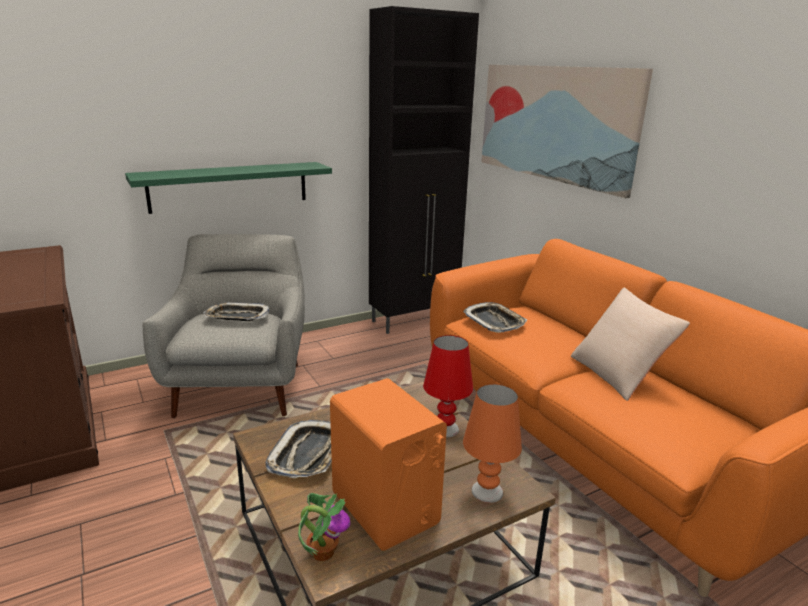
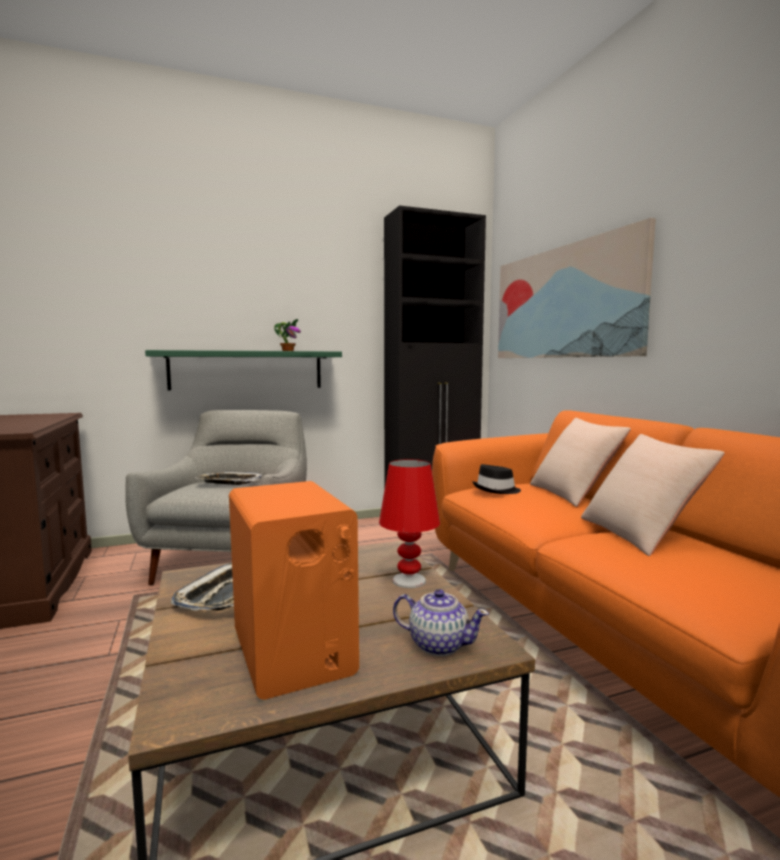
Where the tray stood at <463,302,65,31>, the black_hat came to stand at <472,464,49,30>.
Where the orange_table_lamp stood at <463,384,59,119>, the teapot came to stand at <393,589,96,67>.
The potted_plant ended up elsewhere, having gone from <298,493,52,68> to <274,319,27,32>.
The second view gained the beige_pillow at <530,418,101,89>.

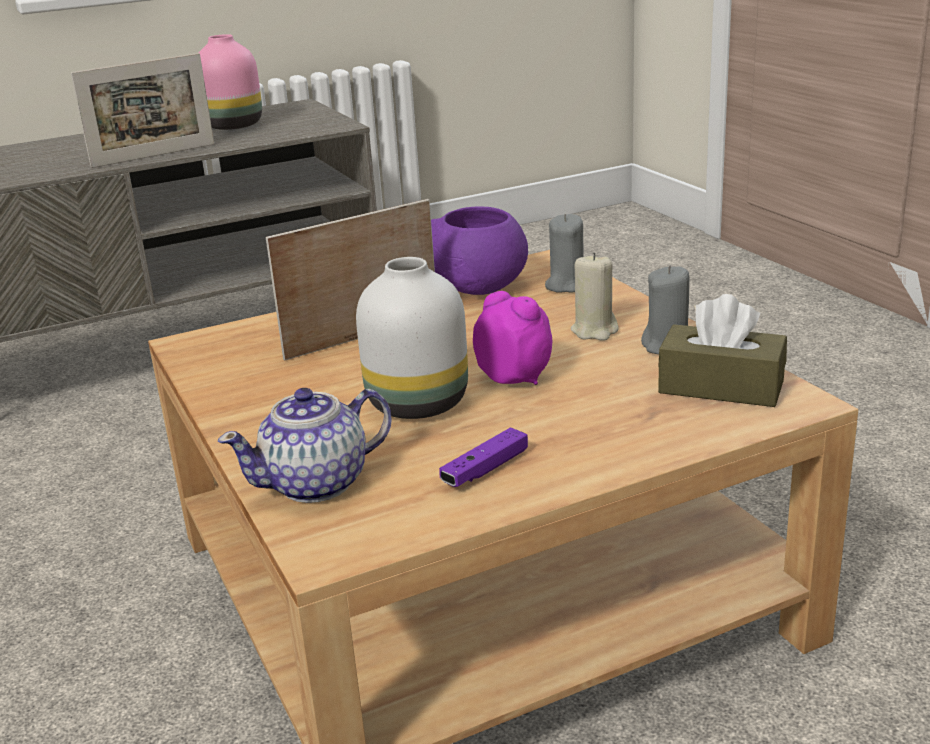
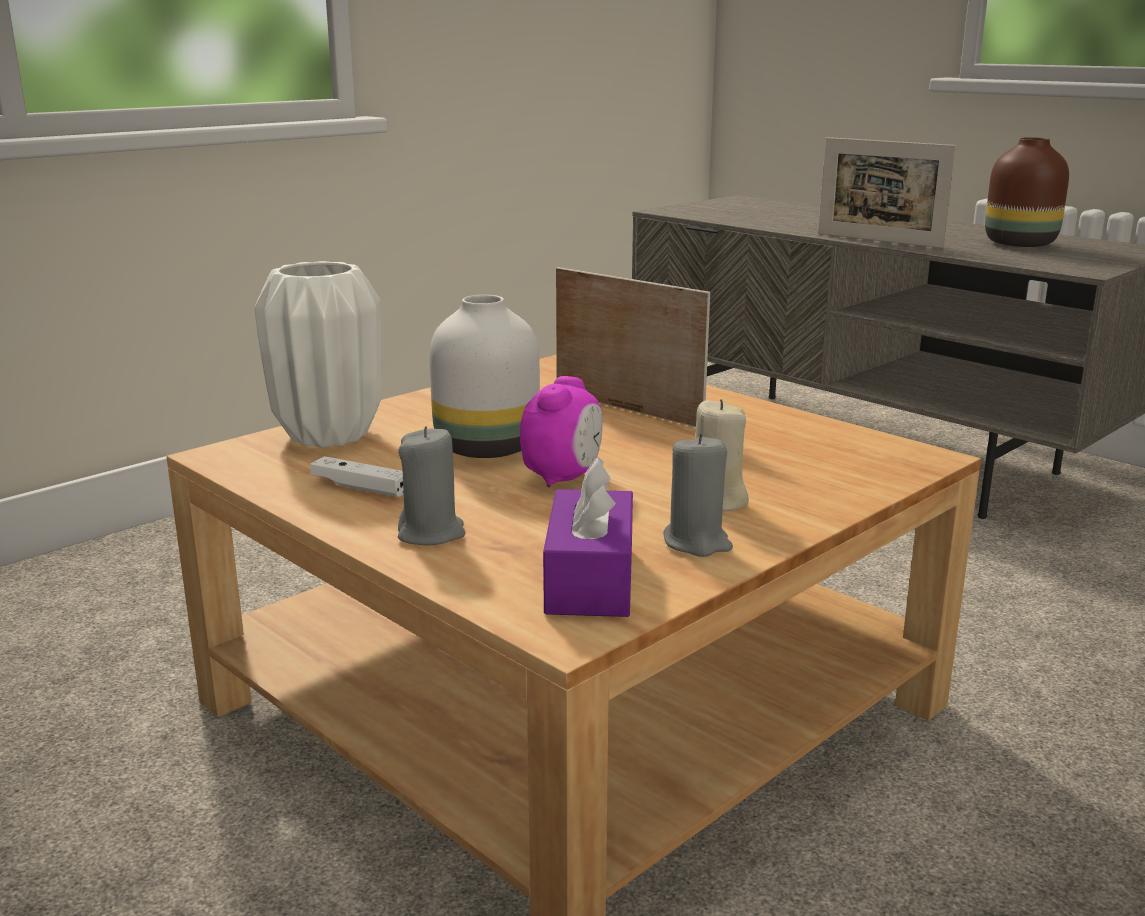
What was the pink_vase at <199,34,63,96> turned into the brown_vase at <985,137,84,110>.
The second view lost the purple_bowl at <431,207,97,88>.
The grey_candle ended up elsewhere, having gone from <545,214,39,79> to <398,426,68,119>.
What was the brown_tissue_box at <658,294,129,113> turned into the purple_tissue_box at <543,457,90,160>.
Where the teapot stood at <218,388,174,115>, the white_vase came to stand at <255,261,127,187>.
What was the purple_game_controller at <439,427,89,60> turned into the white_game_controller at <310,456,94,41>.

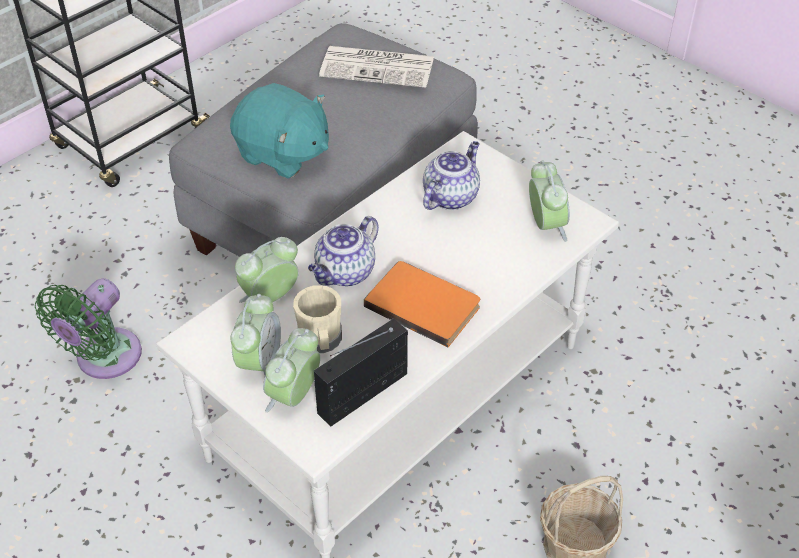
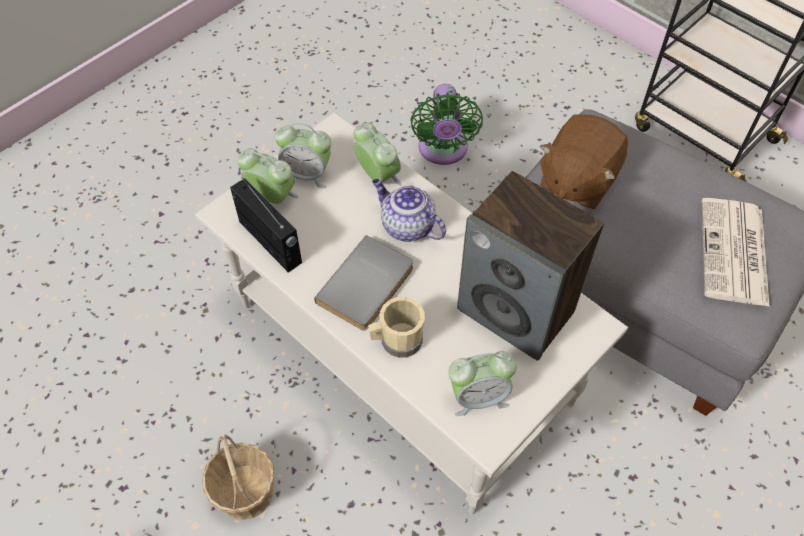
What was the turquoise_plush_toy at <230,83,99,96> turned into the brown_plush_toy at <540,114,88,95>.
Where the teapot stood at <423,141,57,69>, the speaker came to stand at <457,171,147,190>.
What was the orange_book at <364,261,116,86> turned into the grey_book at <314,235,99,95>.
The green_fan at <35,278,107,101> ended up facing another way, 120 degrees counterclockwise from before.
The beige_mug ended up elsewhere, having gone from <293,285,49,68> to <368,297,57,61>.

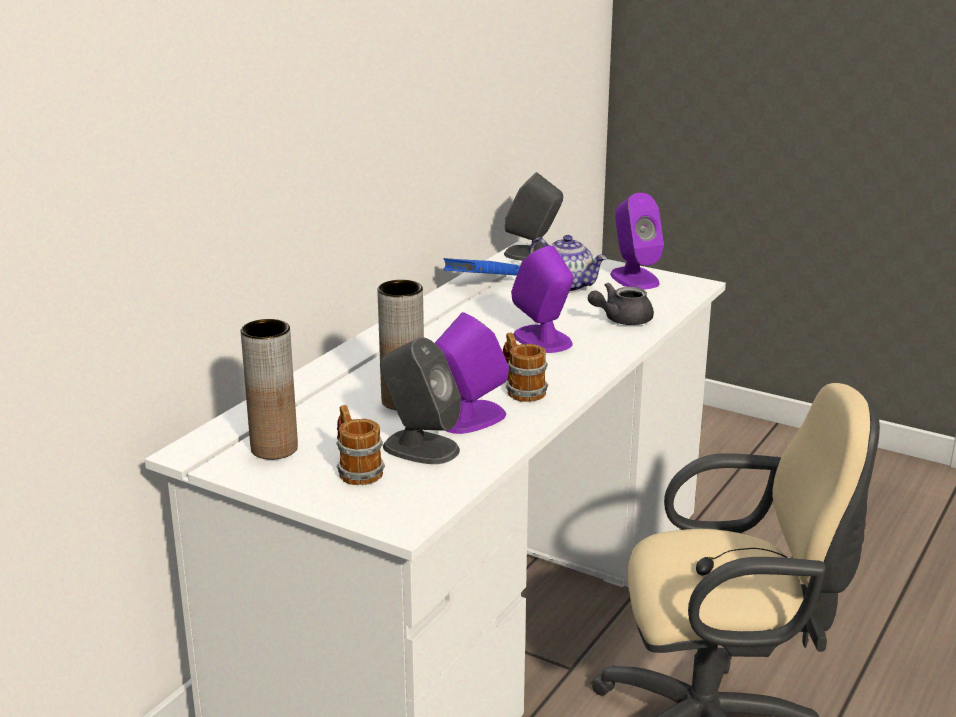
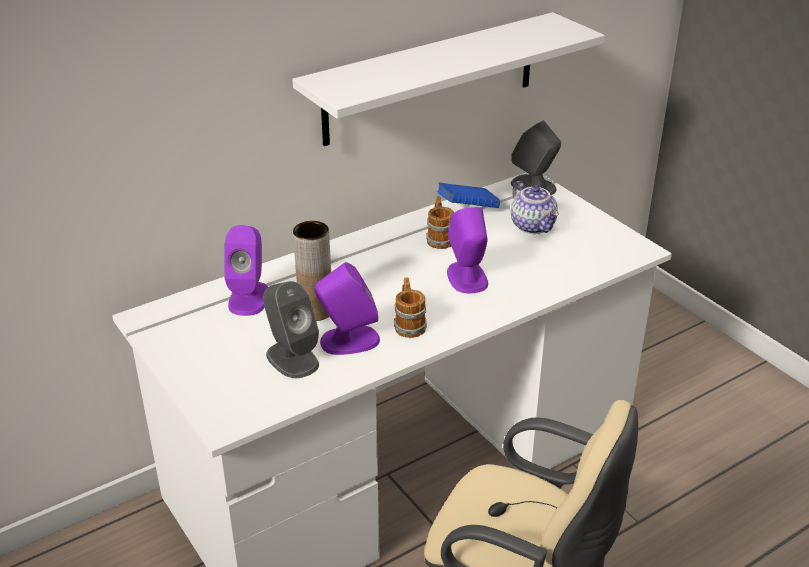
The purple_speaker ended up elsewhere, having gone from <610,193,54,97> to <224,225,44,91>.
The second view lost the grey_teapot at <588,282,66,43>.
The second view lost the brown_vase at <241,319,57,141>.
The mug ended up elsewhere, having gone from <336,405,49,80> to <426,196,28,53>.
The second view gained the white_shelf at <292,12,313,134>.

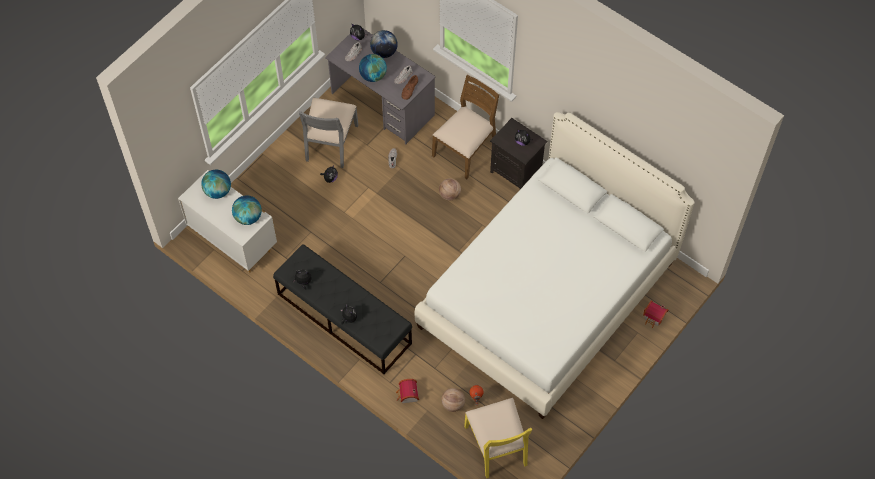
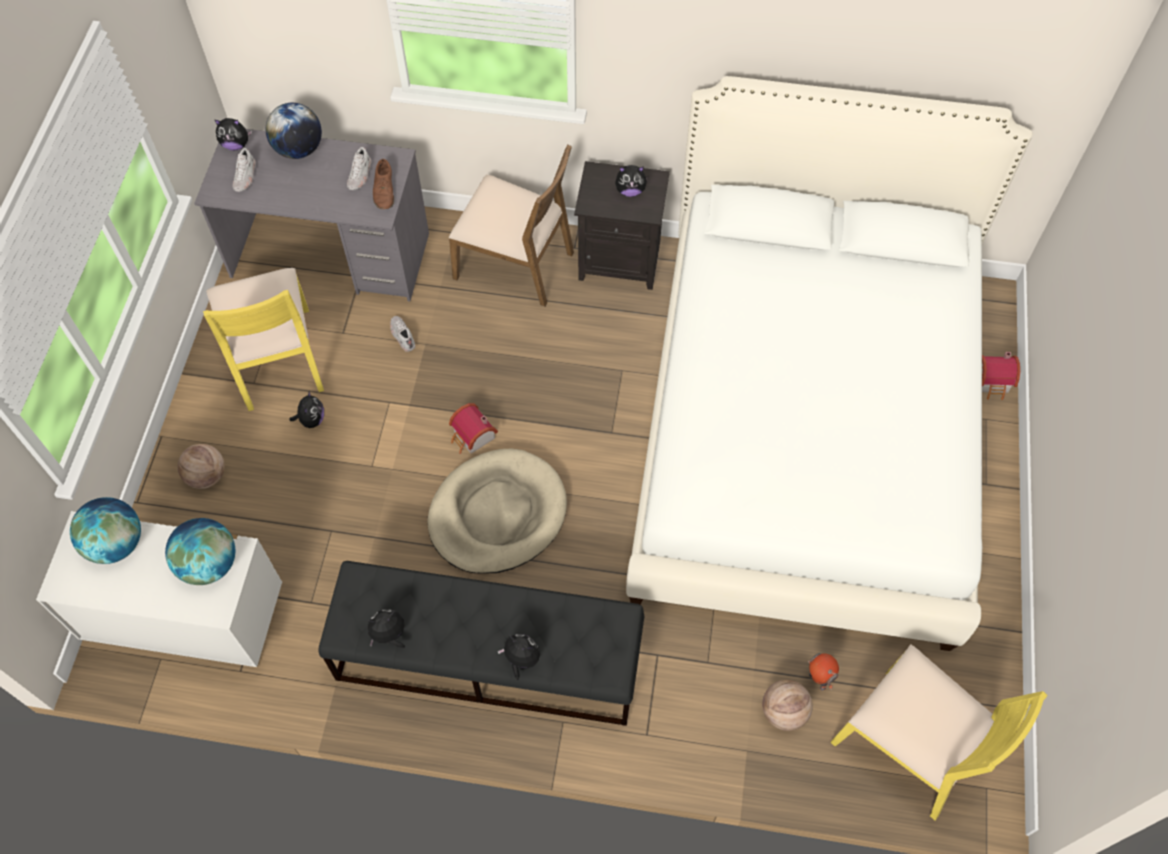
The second view lost the globe at <359,54,28,28>.
The brown_chair at <432,75,67,104> ended up facing another way, 105 degrees clockwise from before.
What was the grey_chair at <299,98,59,70> turned into the yellow_chair at <203,268,121,143>.
The basketball ended up elsewhere, having gone from <439,178,22,22> to <178,444,47,45>.
The toy_house ended up elsewhere, having gone from <396,379,23,24> to <449,403,49,51>.
The second view gained the beige_dog_bed at <427,449,140,125>.

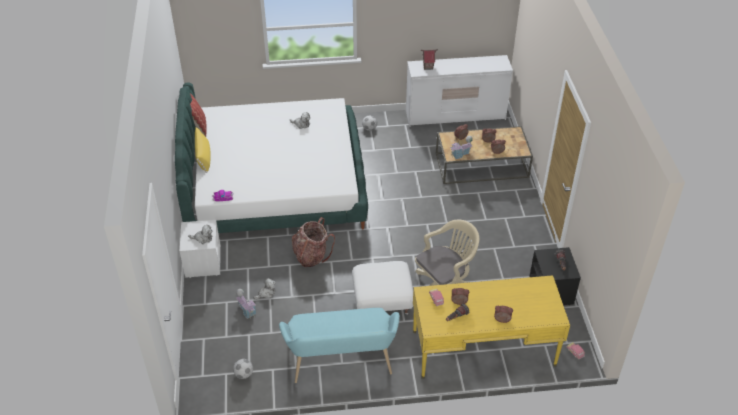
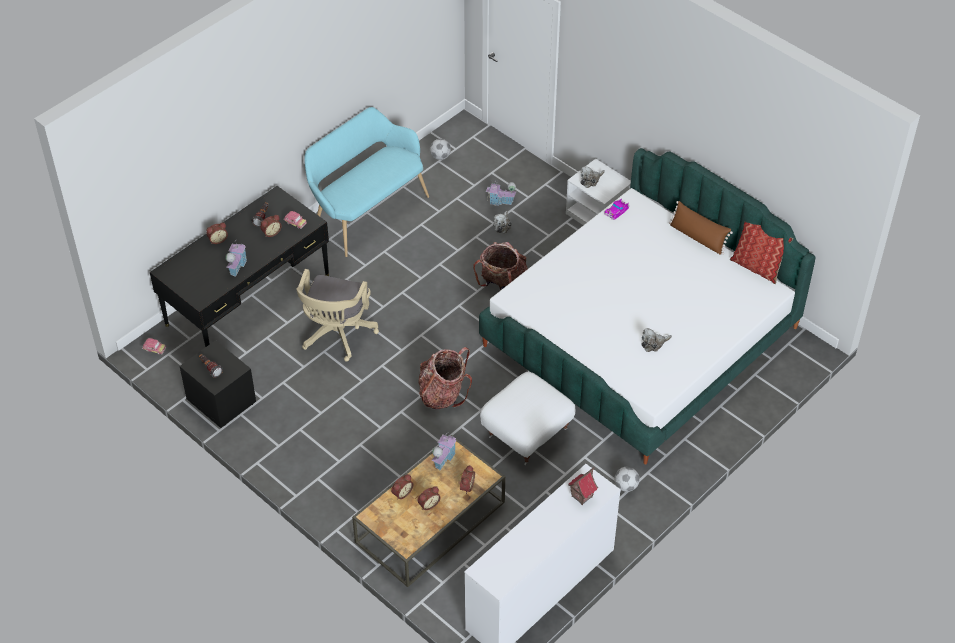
What was the yellow_pillow at <195,127,16,46> turned into the brown_pillow at <669,201,64,54>.
The white_ottoman ended up elsewhere, having gone from <352,261,61,54> to <480,372,95,93>.
What was the yellow_desk at <413,275,157,104> turned into the black_desk at <150,186,179,161>.
The second view gained the toy_house at <225,240,22,37>.
The second view gained the backpack at <418,347,54,62>.

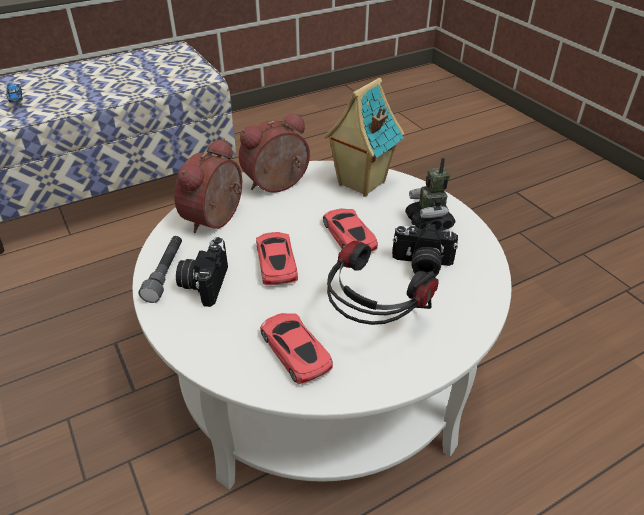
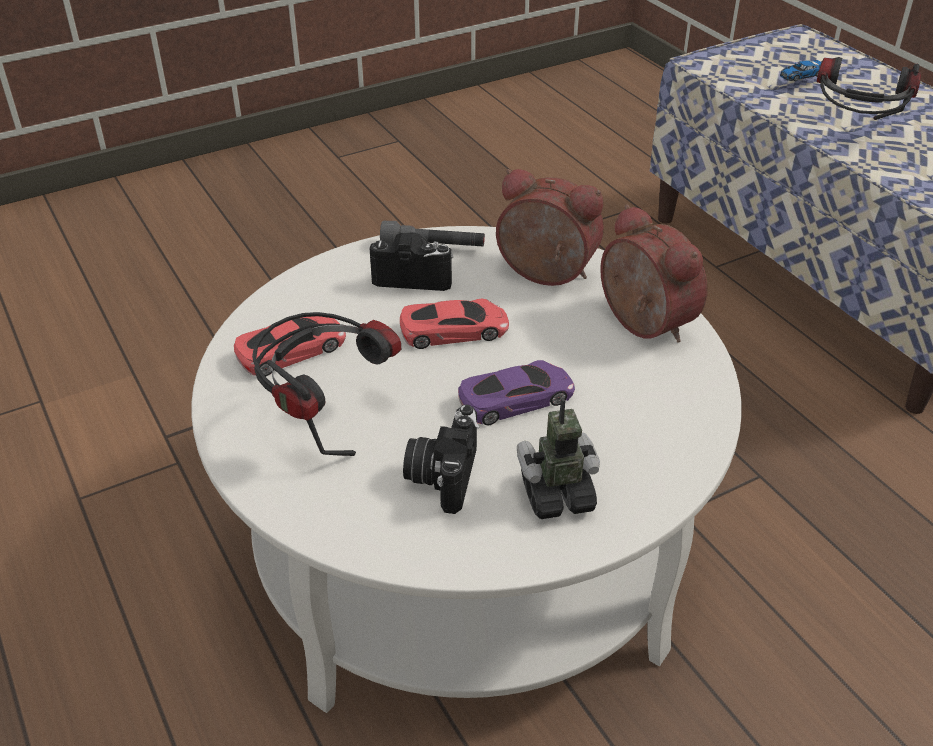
The second view lost the toy_house at <324,78,80,119>.
What was the red_toy_car at <323,209,55,43> turned into the purple_toy_car at <458,360,117,65>.
The second view gained the headphones at <817,57,104,63>.

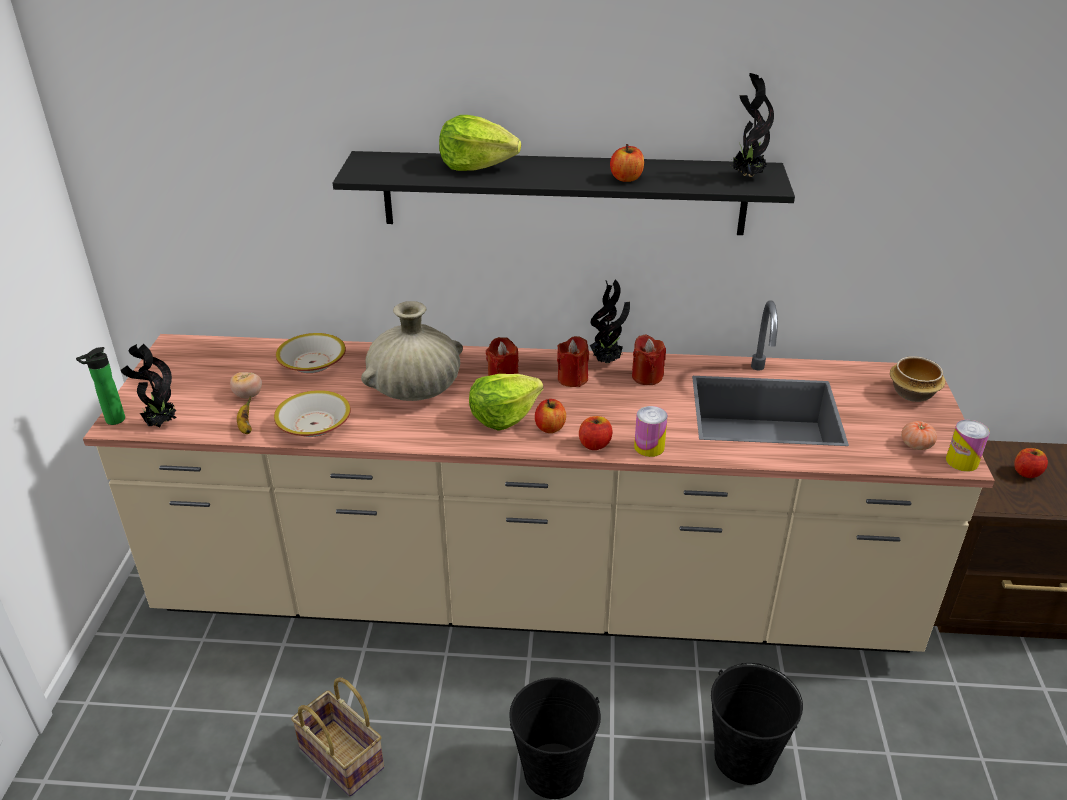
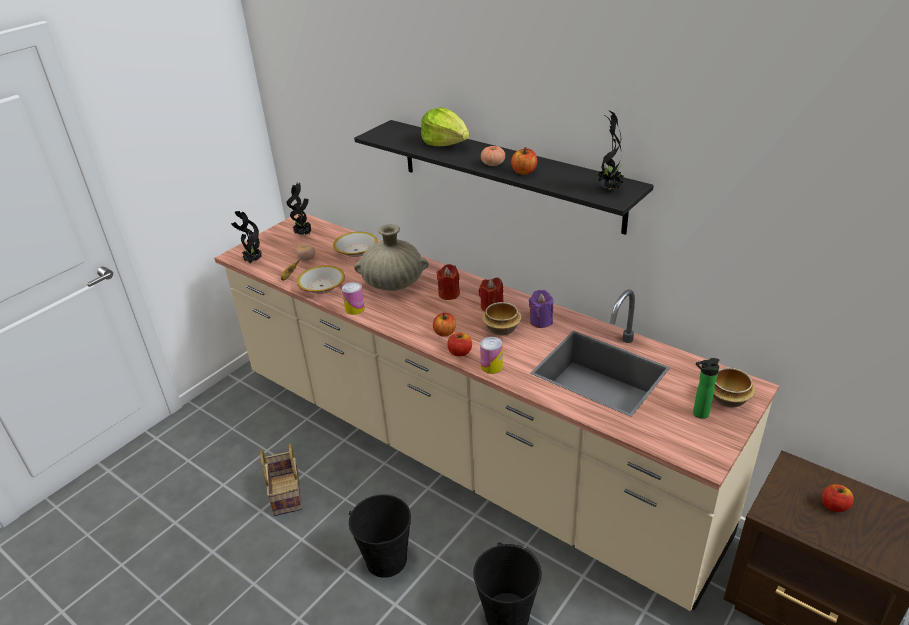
The potted_plant ended up elsewhere, having gone from <590,279,40,84> to <287,183,24,52>.
What was the red_candle at <632,335,34,50> turned into the purple_candle at <529,290,24,38>.
The bottle ended up elsewhere, having gone from <76,347,49,78> to <693,358,26,61>.
The second view lost the lettuce at <469,374,74,57>.
The can ended up elsewhere, having gone from <946,420,44,52> to <342,282,23,33>.
The tomato ended up elsewhere, having gone from <901,421,36,29> to <481,146,24,20>.
The second view gained the bowl at <482,302,39,34>.

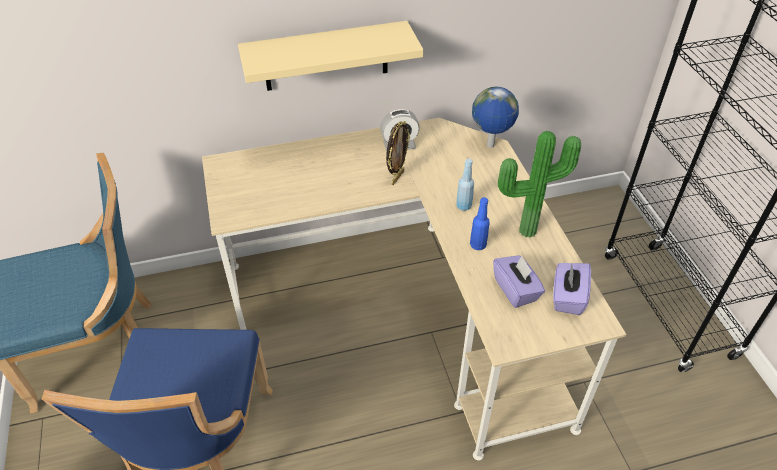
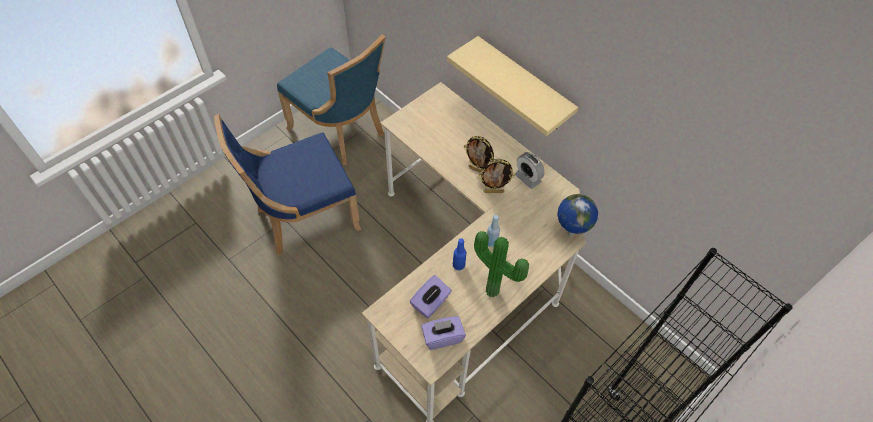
The second view gained the picture_frame at <464,136,30,37>.

